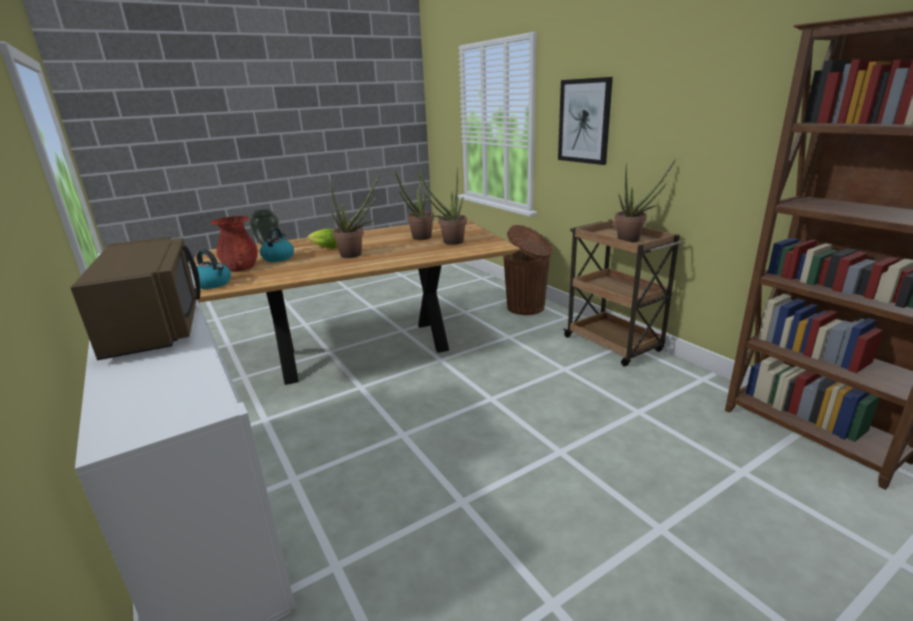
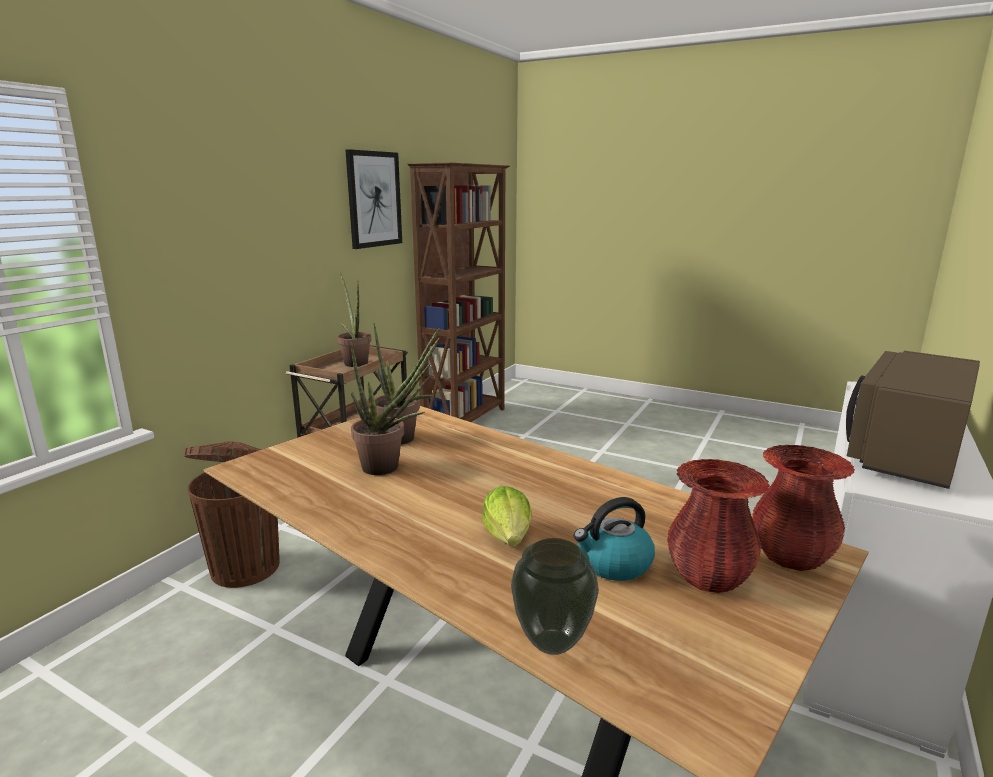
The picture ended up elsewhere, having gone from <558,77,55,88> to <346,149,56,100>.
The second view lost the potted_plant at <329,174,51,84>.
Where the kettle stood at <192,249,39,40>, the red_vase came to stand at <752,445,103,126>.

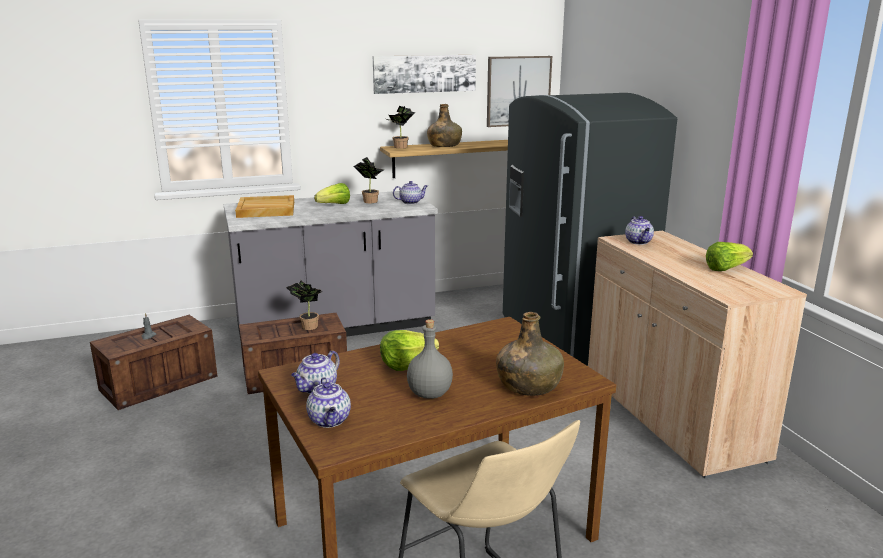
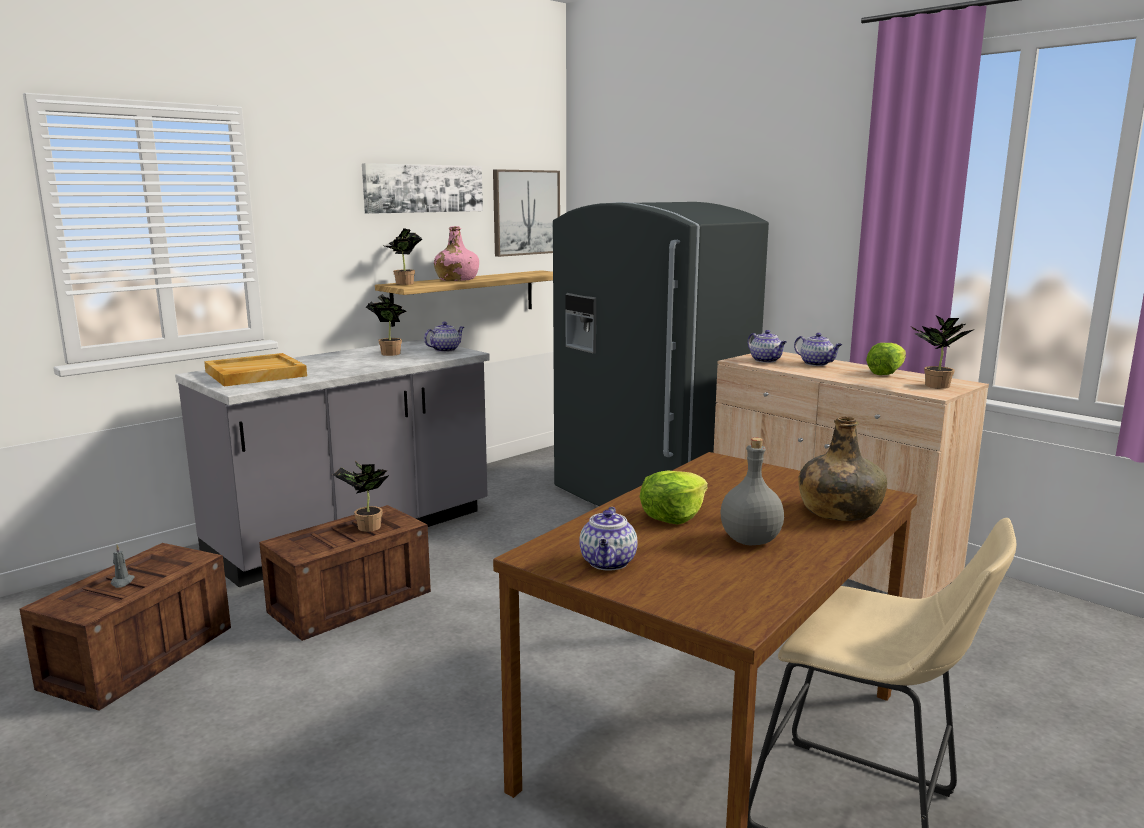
What was the green_bottle at <427,104,35,43> turned into the pink_bottle at <434,226,45,55>.
The second view lost the lettuce at <314,183,36,21>.
The teapot ended up elsewhere, having gone from <306,377,45,51> to <794,333,48,33>.
The second view gained the potted_plant at <912,315,62,74>.

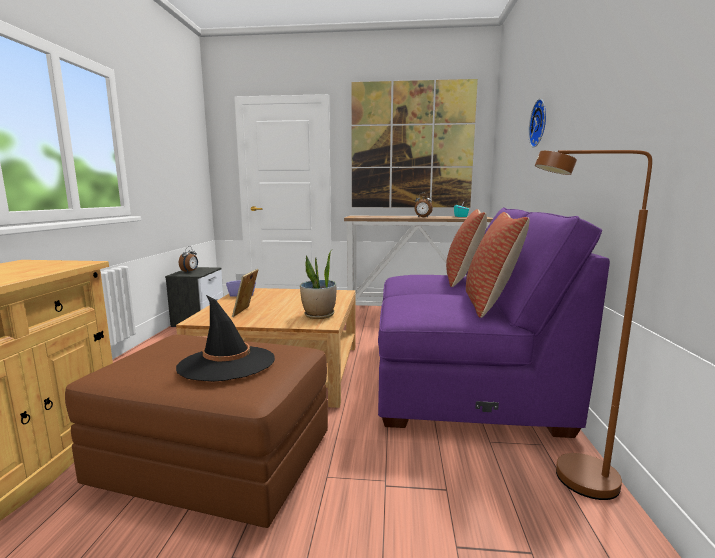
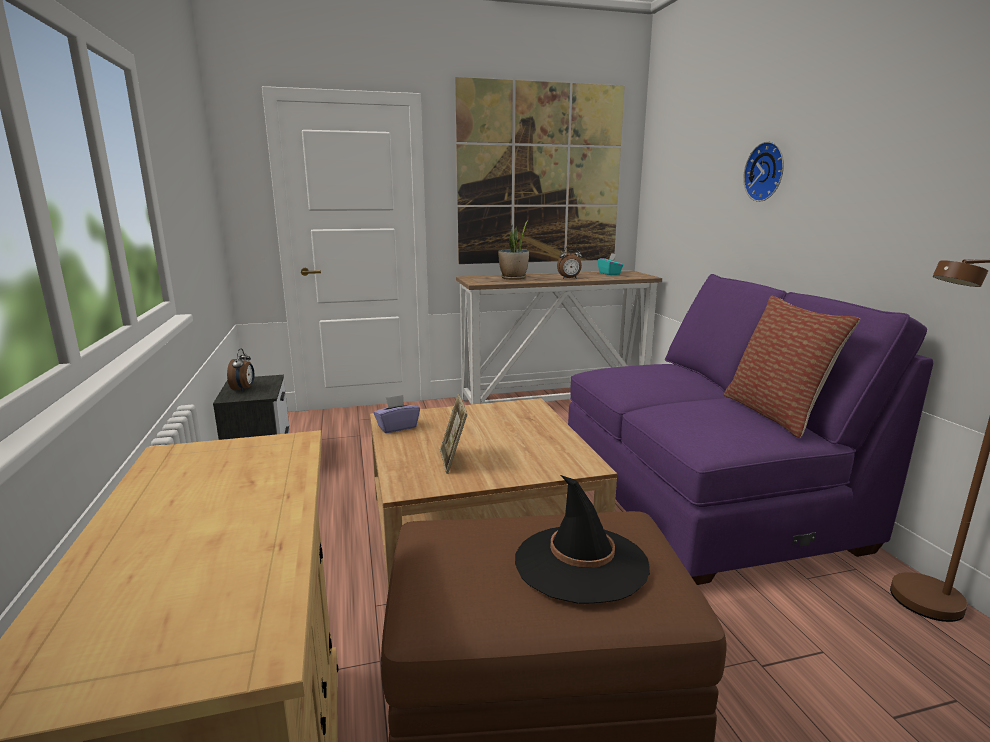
The second view lost the pillow at <446,209,41,78>.
The potted_plant ended up elsewhere, having gone from <300,250,36,69> to <498,220,31,60>.

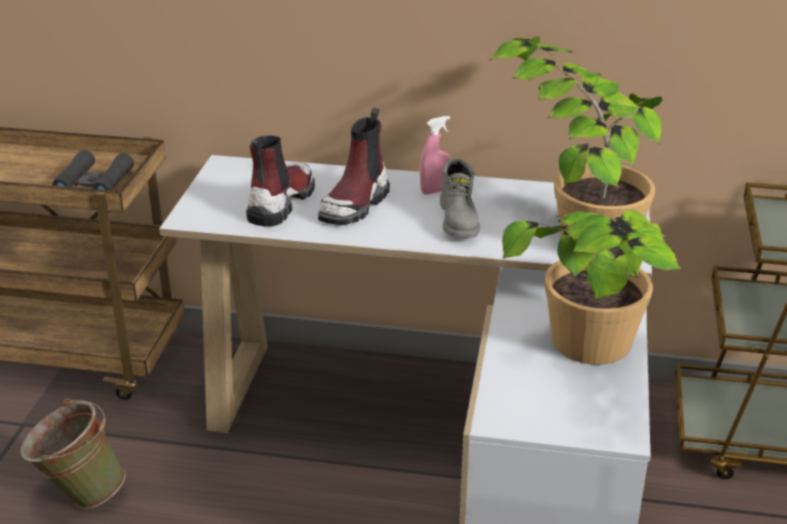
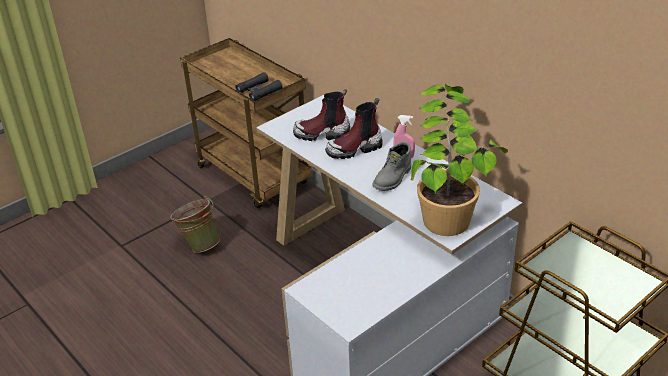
The boot at <246,136,69,91> ended up facing another way, 150 degrees counterclockwise from before.
The second view lost the potted_plant at <502,210,180,155>.

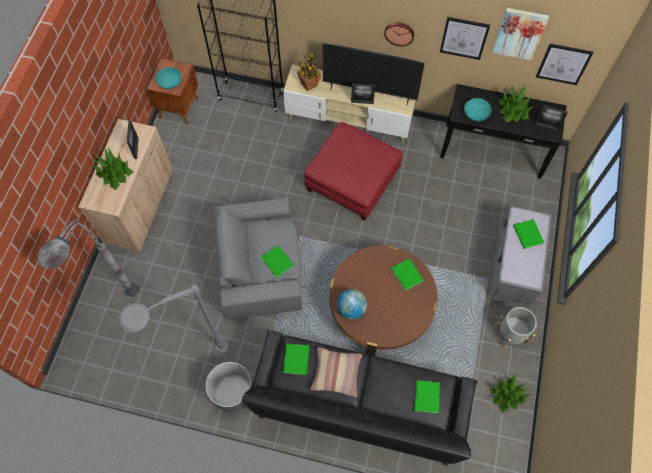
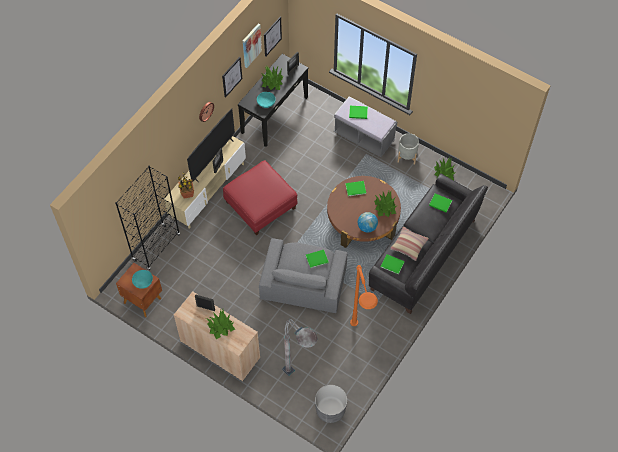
What was the grey_floor_lamp at <118,285,110,68> turned into the orange_floor_lamp at <350,265,28,61>.
The grey_planter ended up elsewhere, having gone from <206,362,46,50> to <315,385,32,38>.
The second view gained the potted_plant at <374,191,22,26>.

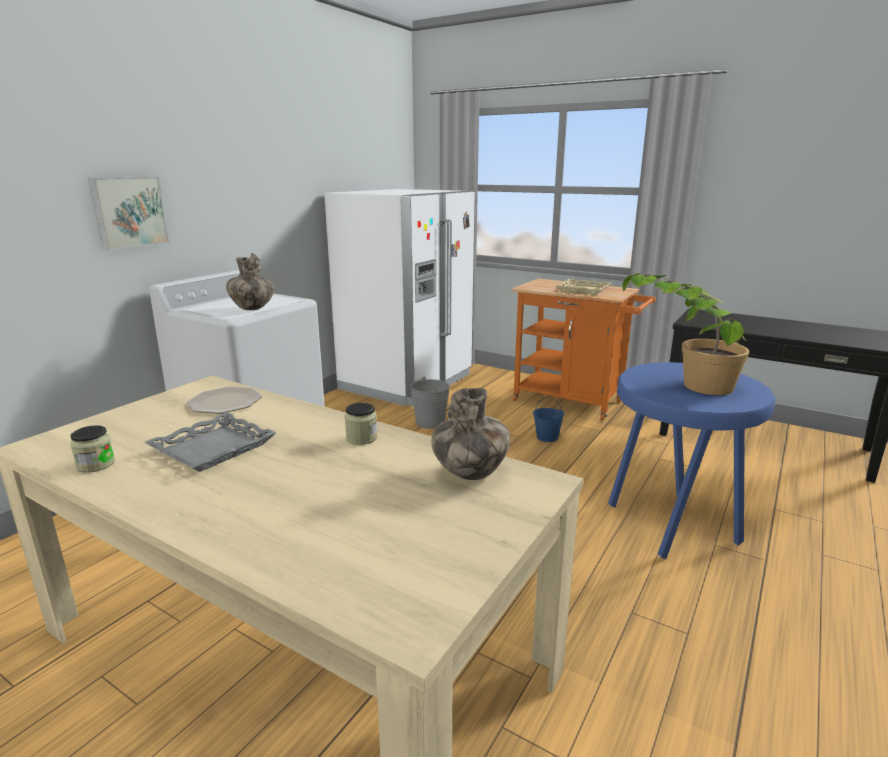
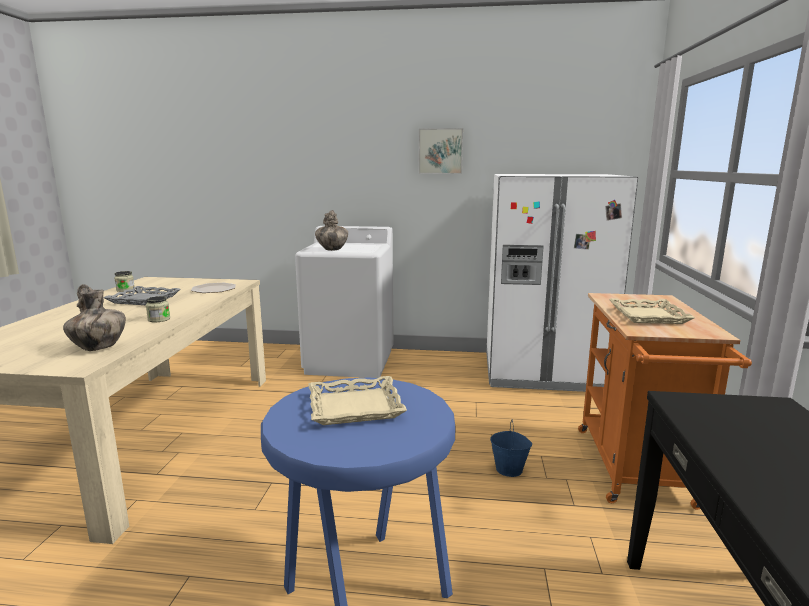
The picture ended up elsewhere, having gone from <88,177,81,73> to <418,128,45,46>.
Where the potted_plant stood at <622,273,127,122>, the beige_tray came to stand at <308,376,99,49>.
The second view lost the grey_bucket at <411,377,38,52>.

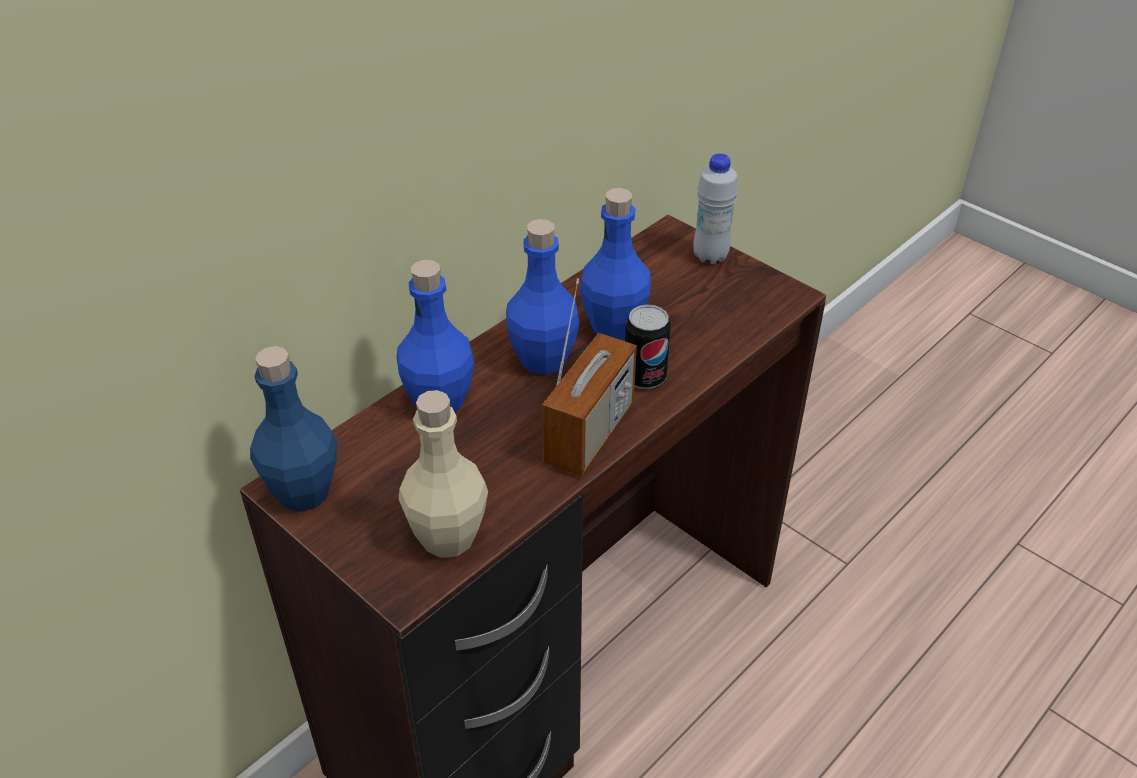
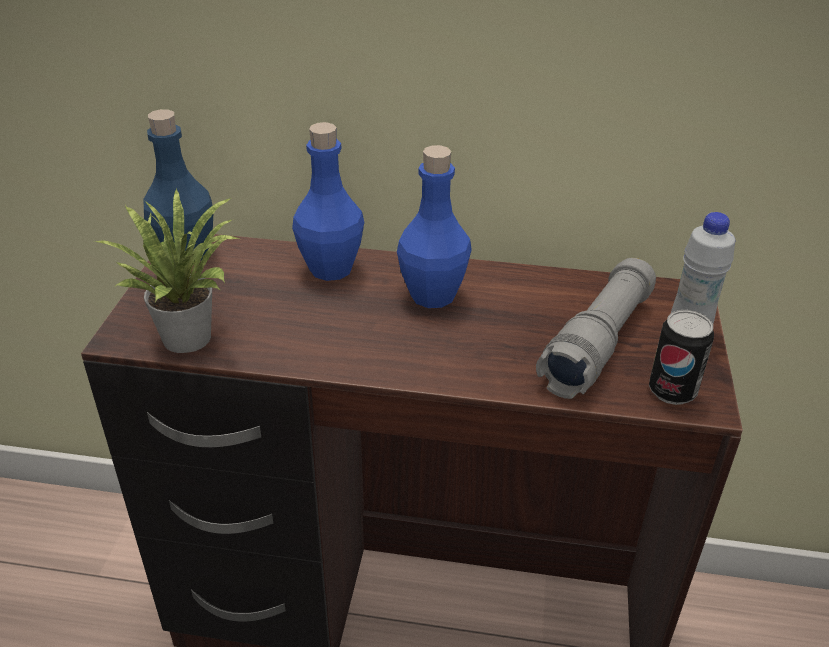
The second view lost the blue_bottle at <580,188,71,152>.
The second view lost the radio at <542,279,95,198>.
The can ended up elsewhere, having gone from <625,304,46,85> to <649,310,65,95>.
Where the beige_bottle stood at <399,390,89,168>, the potted_plant came to stand at <94,189,145,164>.
The second view gained the grey_flashlight at <536,258,120,141>.

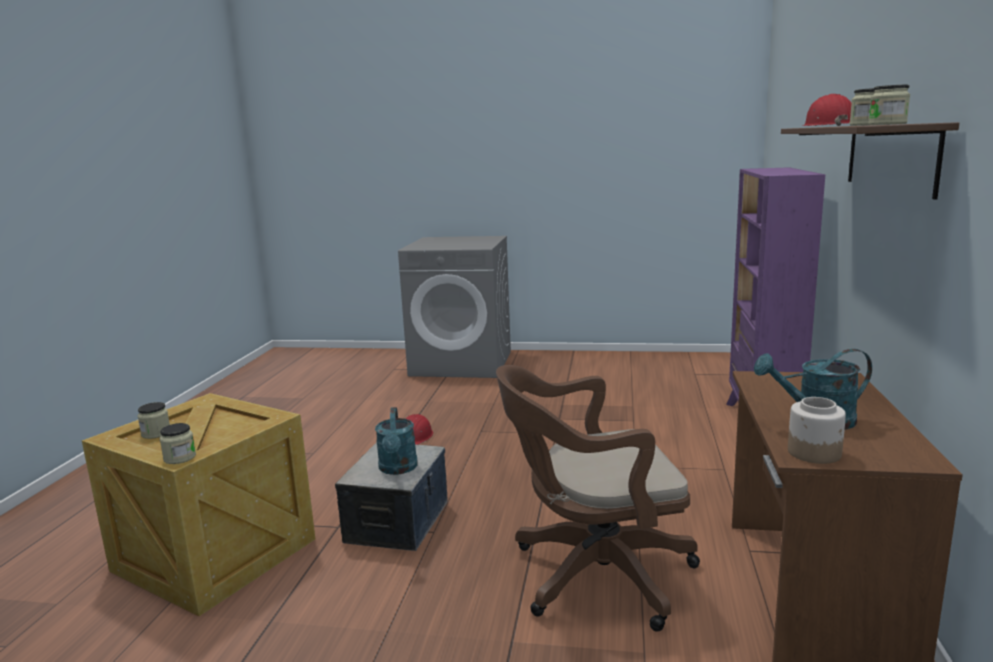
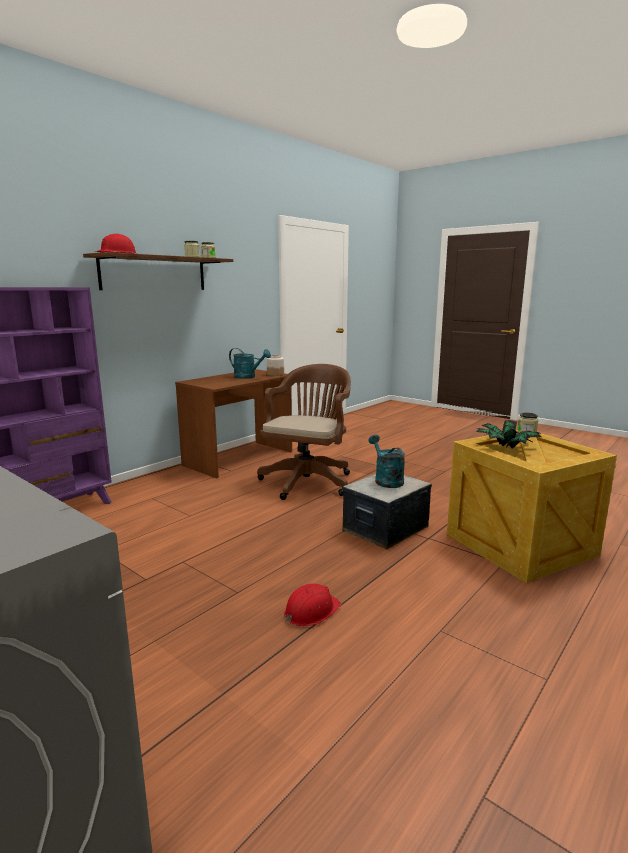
The brown_office_chair at <496,365,204,267> ended up facing another way, 90 degrees counterclockwise from before.
The second view lost the jar at <138,402,32,37>.
The turquoise_watering_can at <375,407,43,68> ended up facing another way, 45 degrees counterclockwise from before.
The second view gained the potted_plant at <476,420,66,29>.

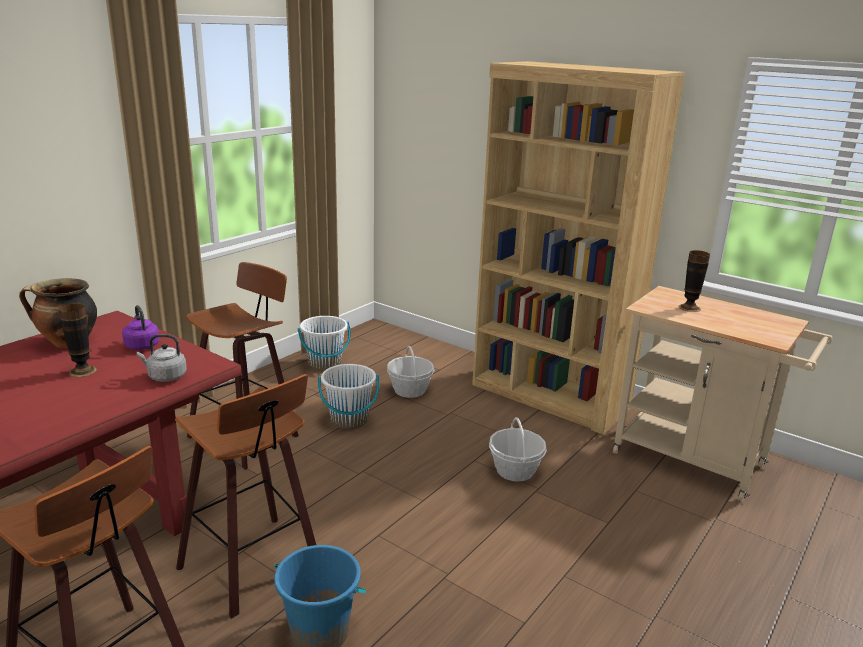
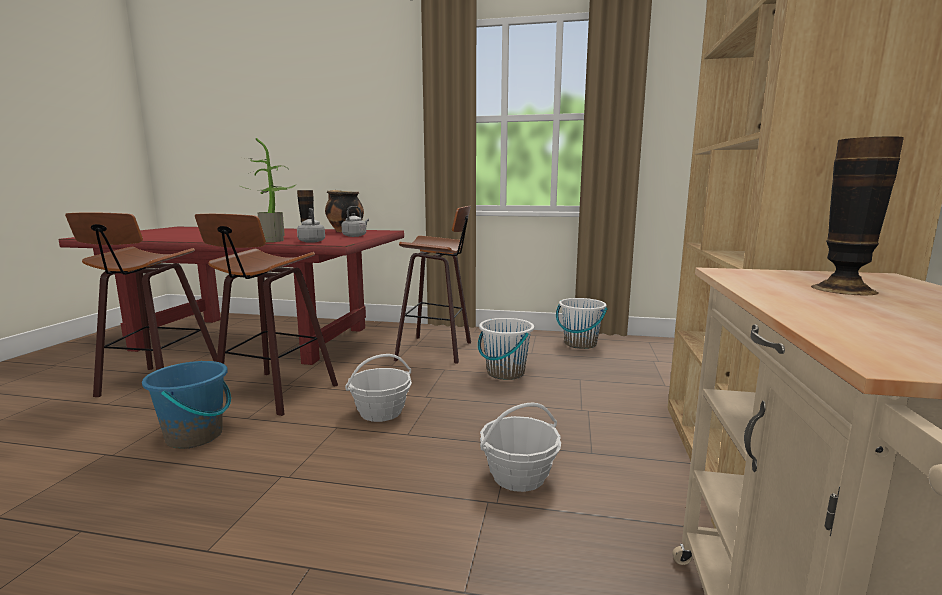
What was the purple_kettle at <122,305,37,45> turned into the grey_kettle at <342,206,27,31>.
The basket ended up elsewhere, having gone from <387,346,47,52> to <345,354,67,68>.
The second view gained the potted_plant at <240,138,57,104>.

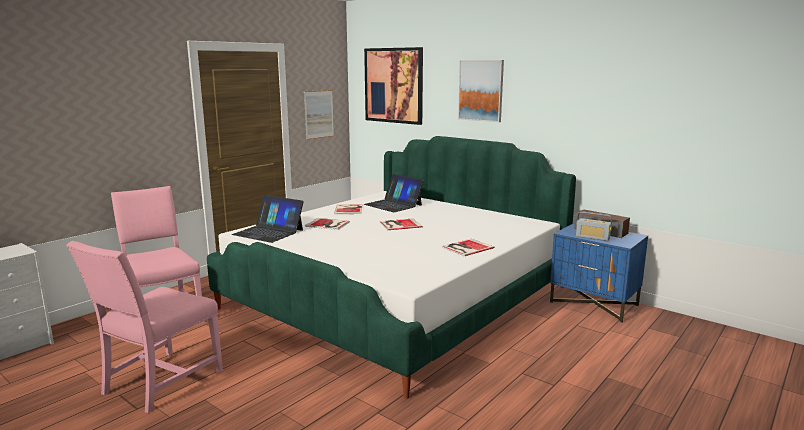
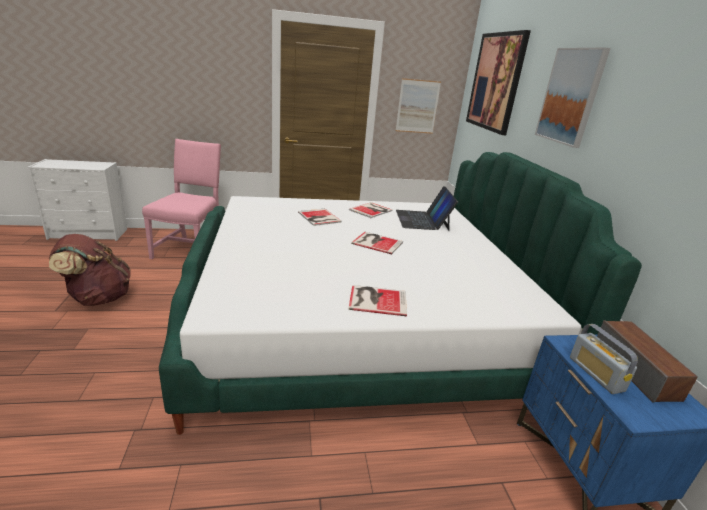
The second view lost the laptop at <232,195,72,48>.
Where the pink_chair stood at <66,241,157,172>, the brown_backpack came to stand at <49,234,82,72>.

